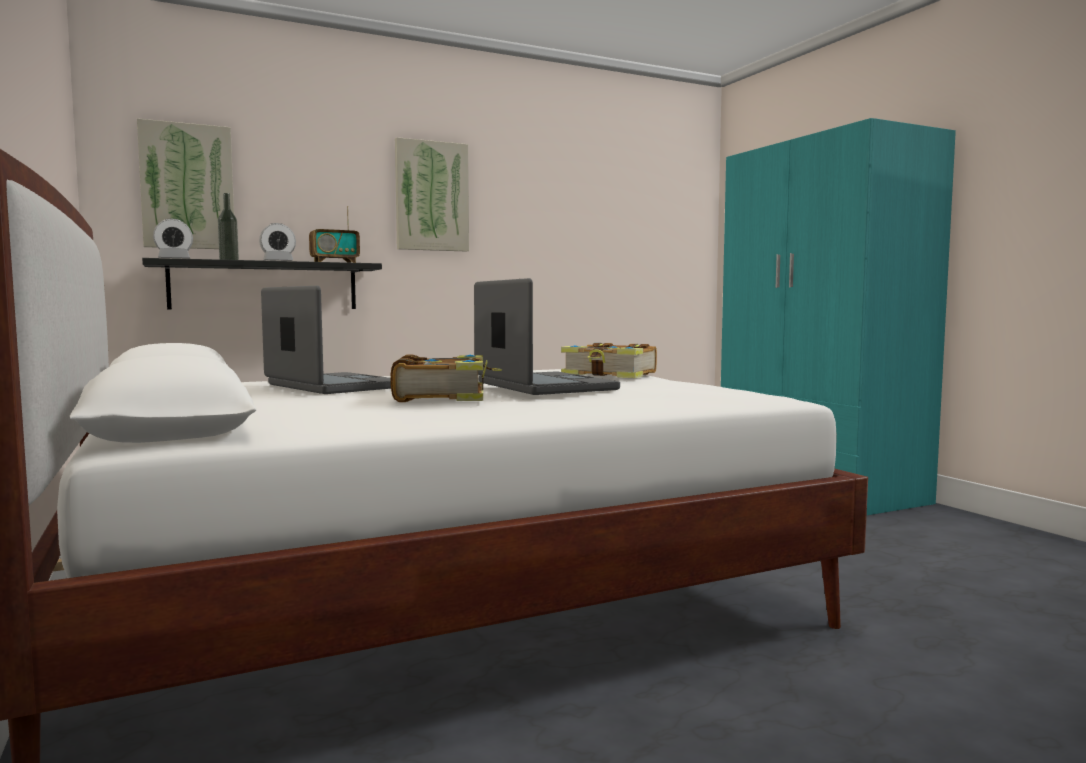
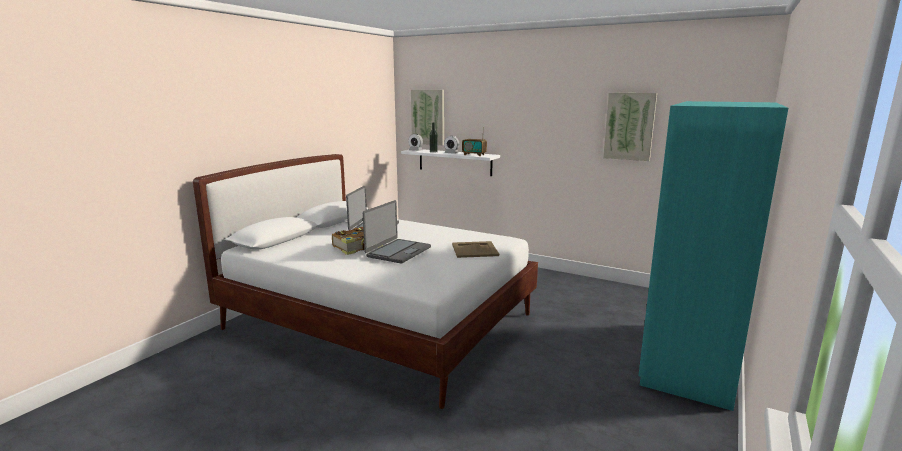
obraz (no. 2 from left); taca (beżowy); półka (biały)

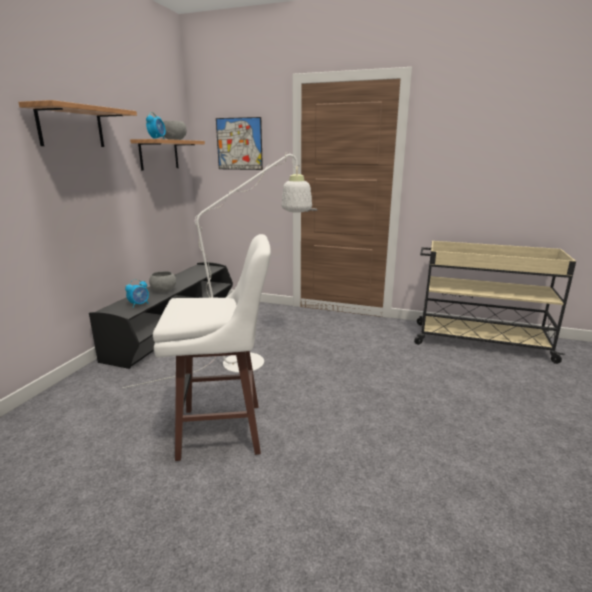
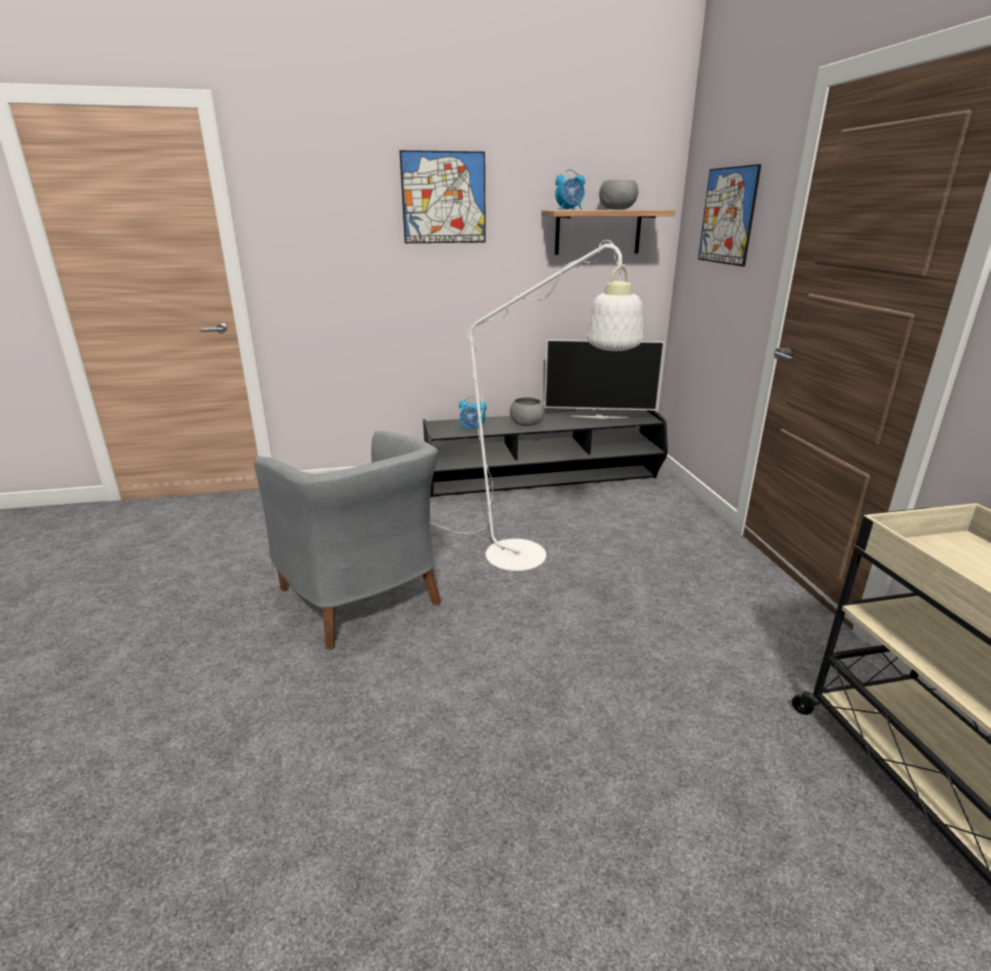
telewizor; obraz (no. 1 from left); fotel (szary)

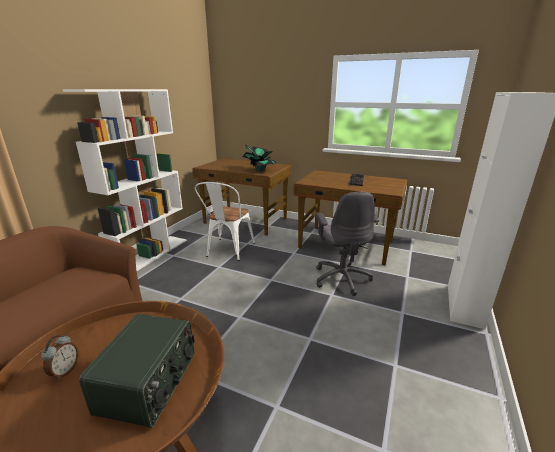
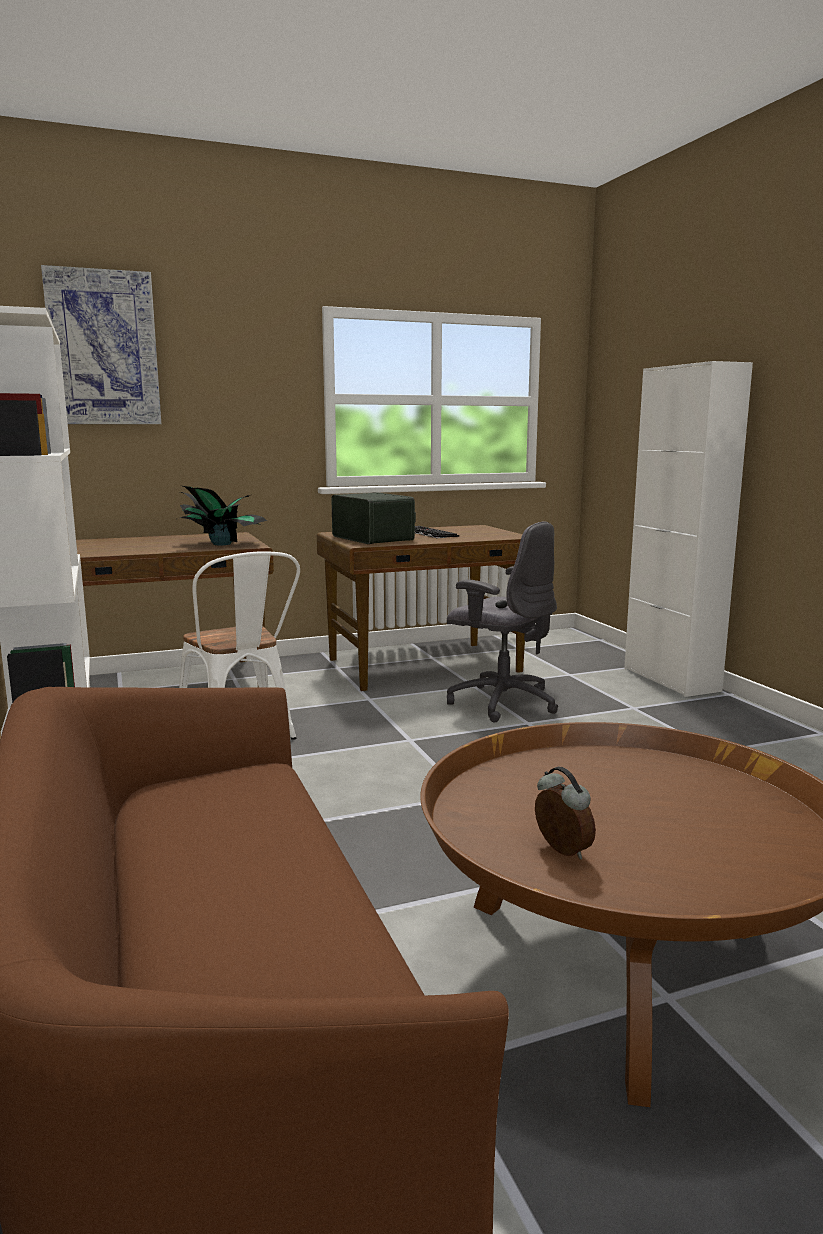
obraz; radio

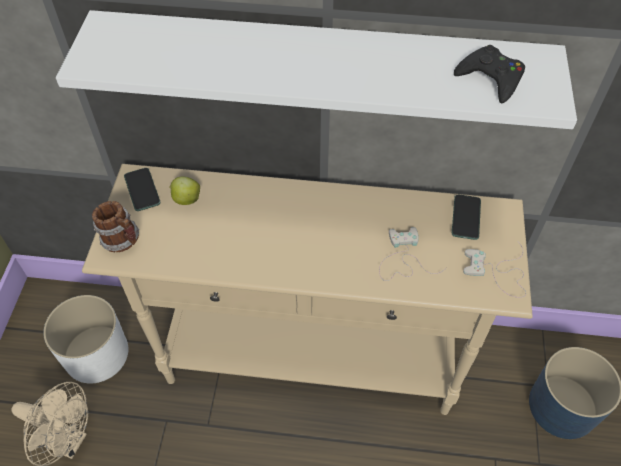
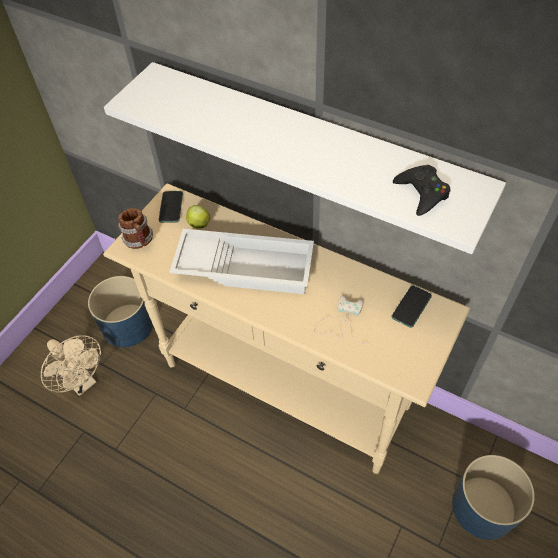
pad do gier (biały) (no. 2 from left in the first image); taca (biały); donica (niebieski) (no. 1 from left)

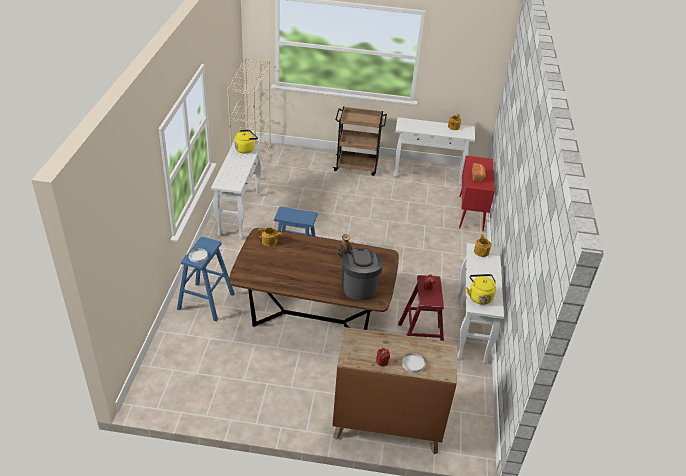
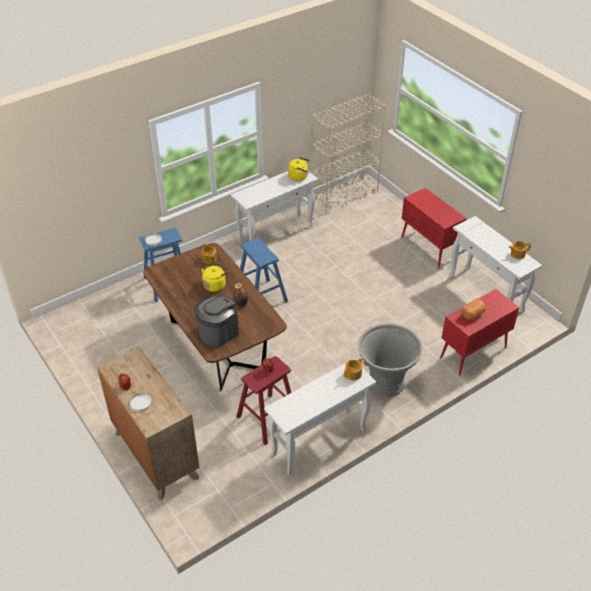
donica (szary); czajnik (żółty) (no. 1 from left); szafka (czerwony) (no. 1 from left)

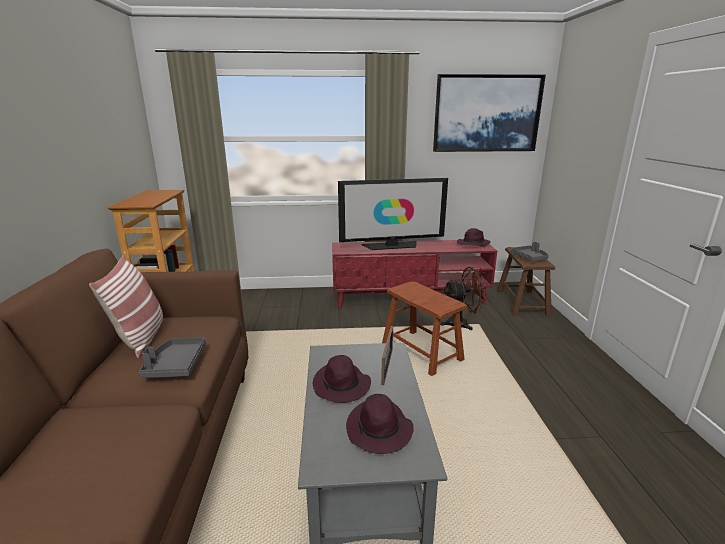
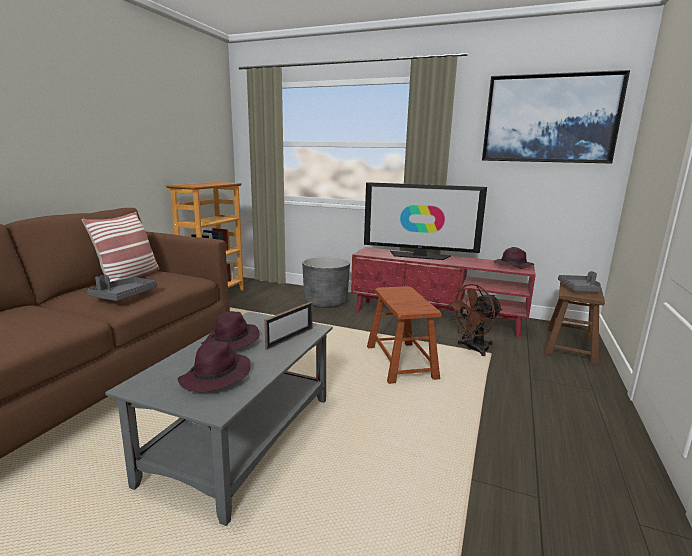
donica (szary); wentylator (brązowy)

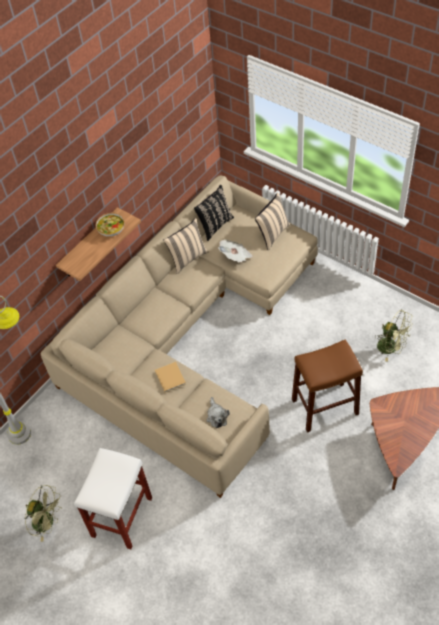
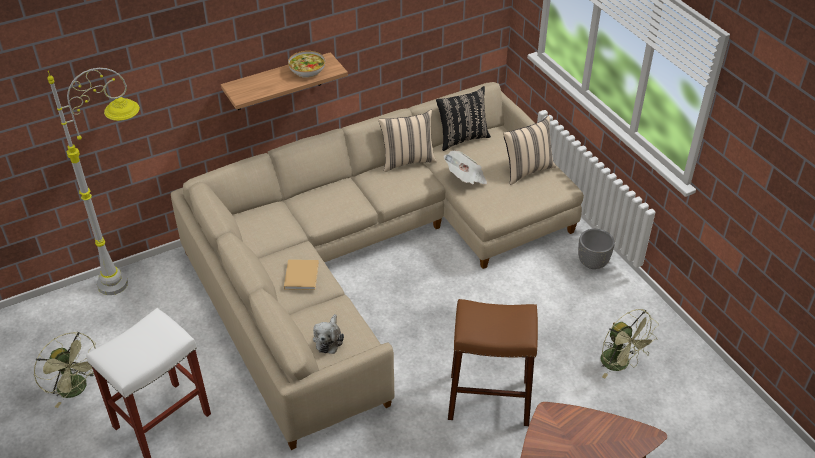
donica (szary)

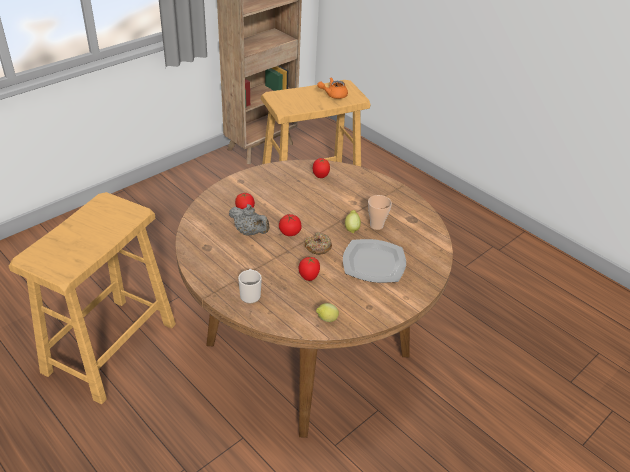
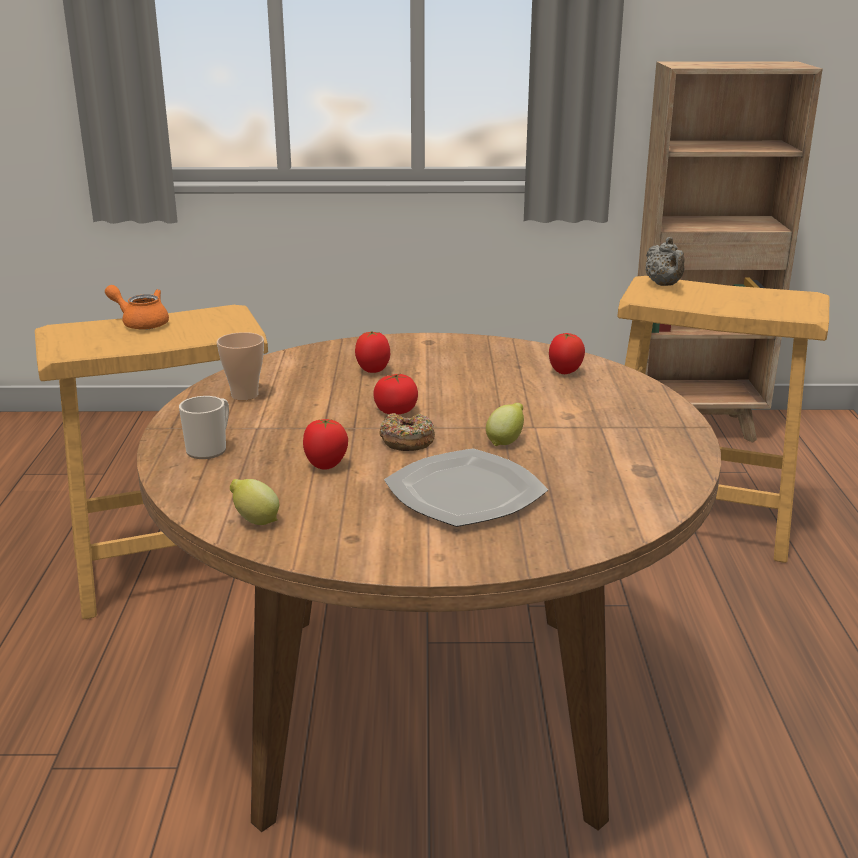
imbryk (szary); imbryk (pomarańczowy); filiżanka

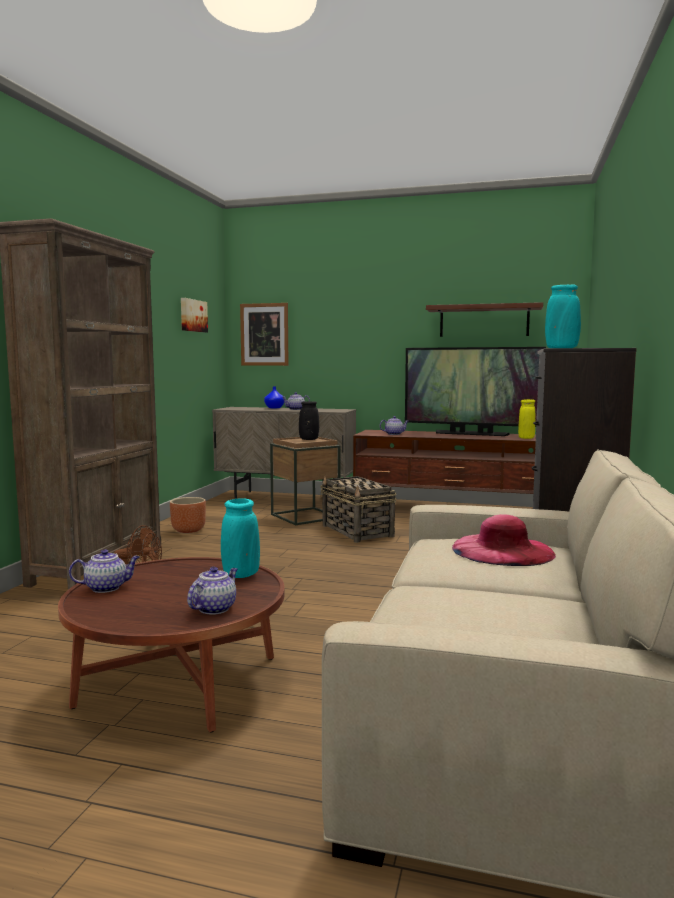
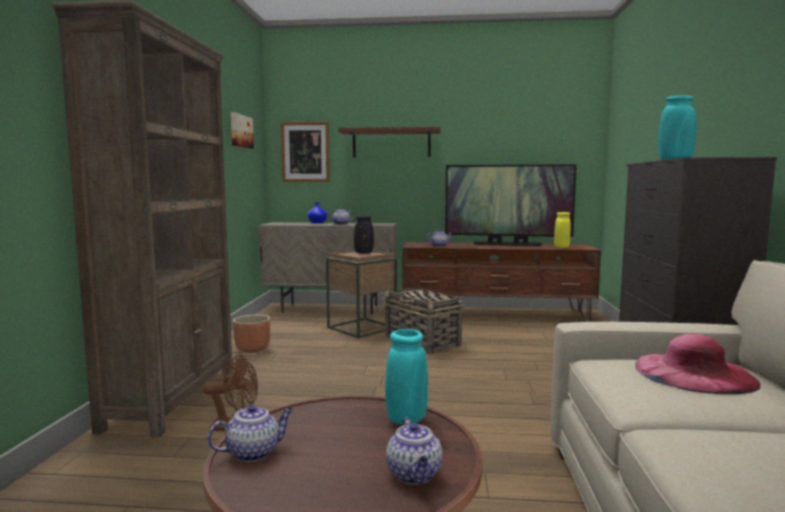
półka (brązowy); imbryk (no. 3 from left)

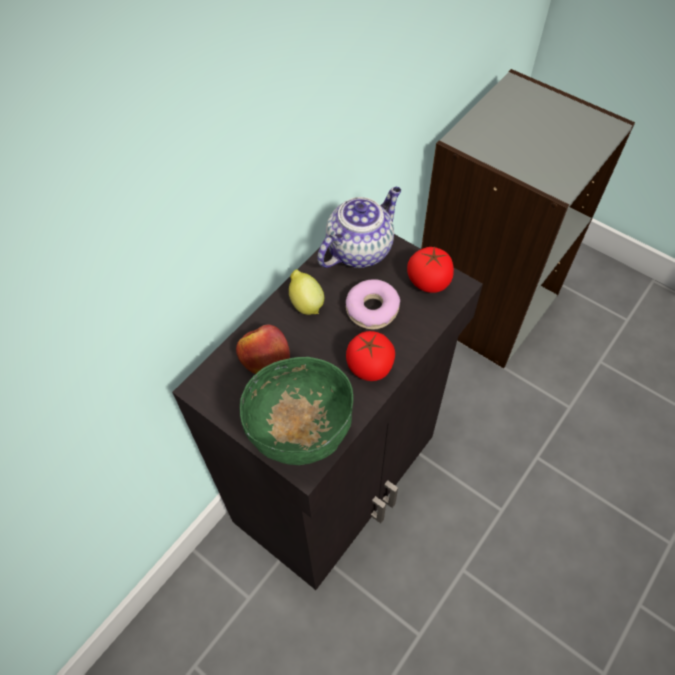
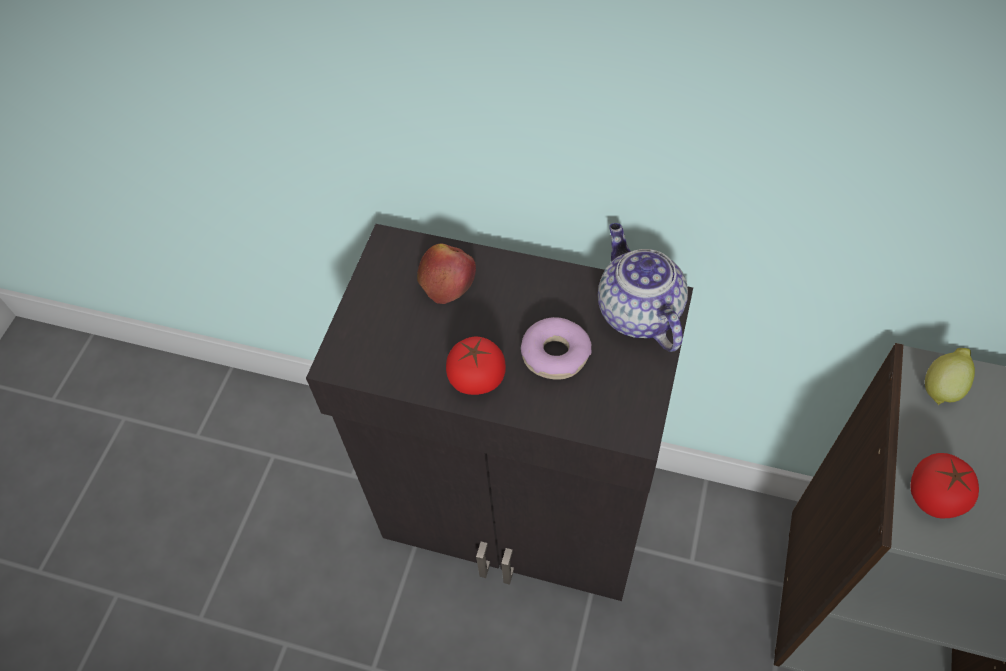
miska (zielony); cytryna; pomidor (no. 2 from left); imbryk

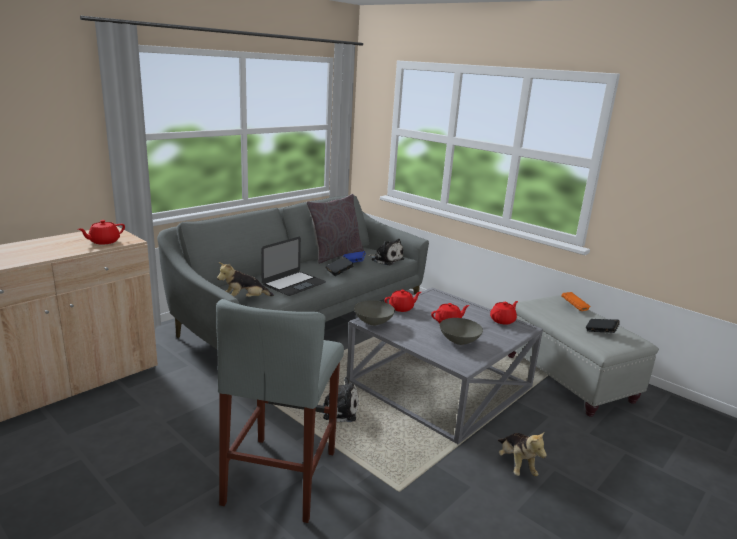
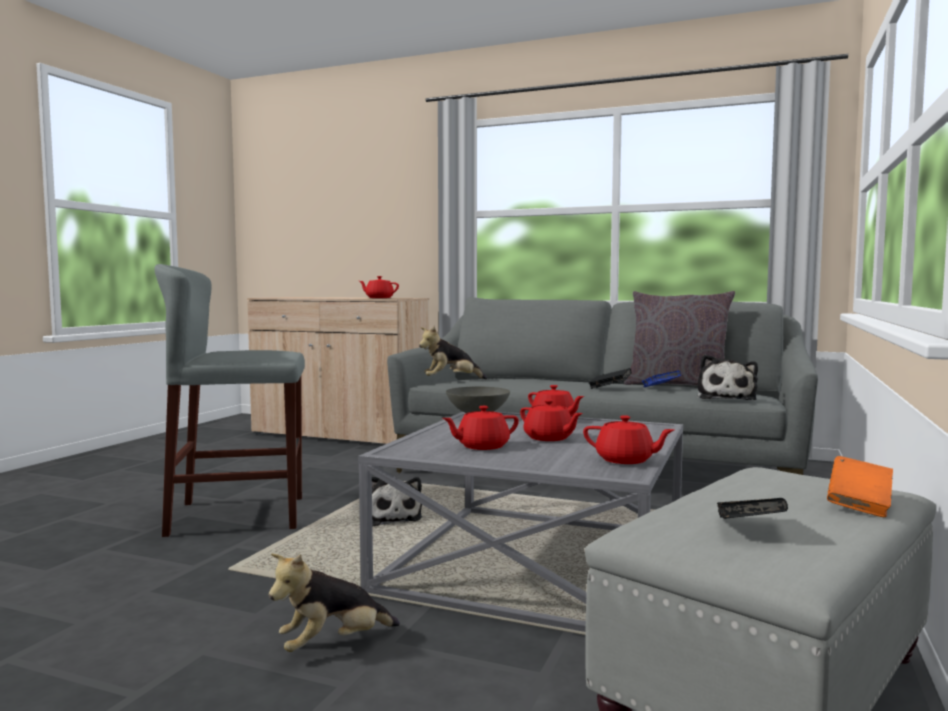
laptop; imbryk (czerwony) (no. 2 from left); pluszak (no. 3 from left)

